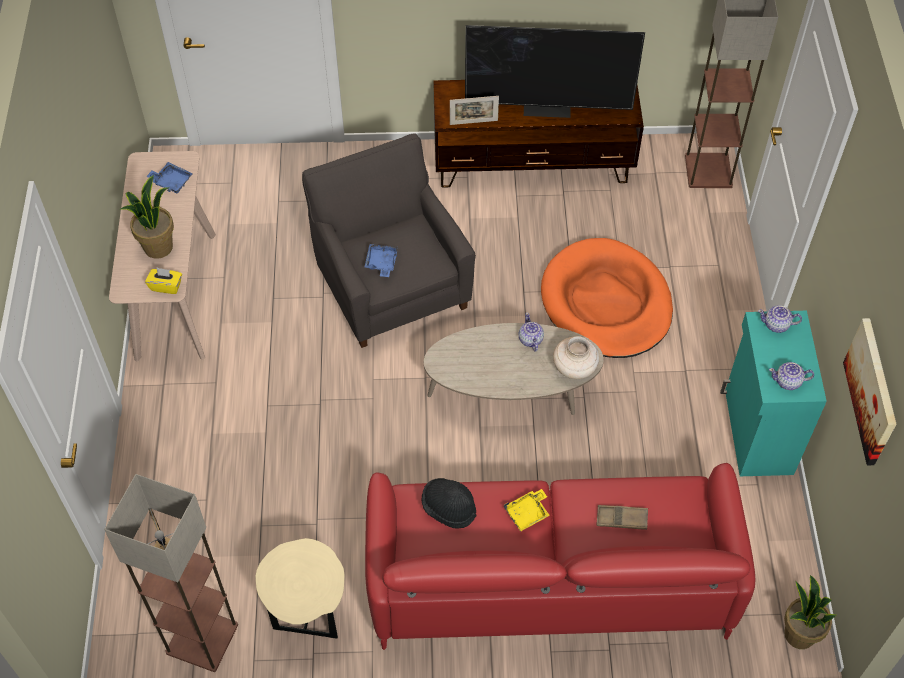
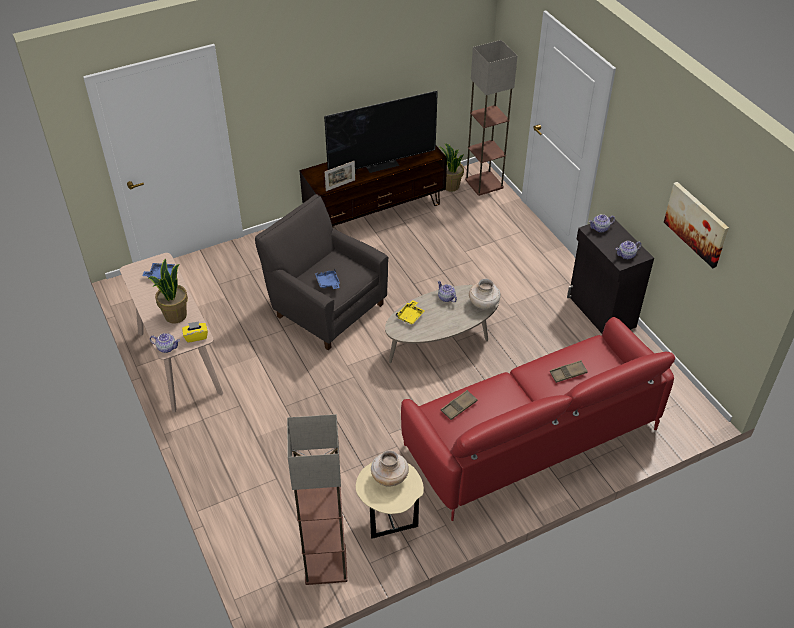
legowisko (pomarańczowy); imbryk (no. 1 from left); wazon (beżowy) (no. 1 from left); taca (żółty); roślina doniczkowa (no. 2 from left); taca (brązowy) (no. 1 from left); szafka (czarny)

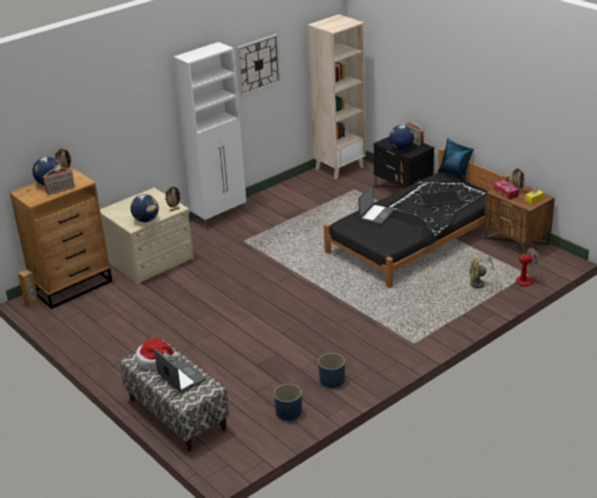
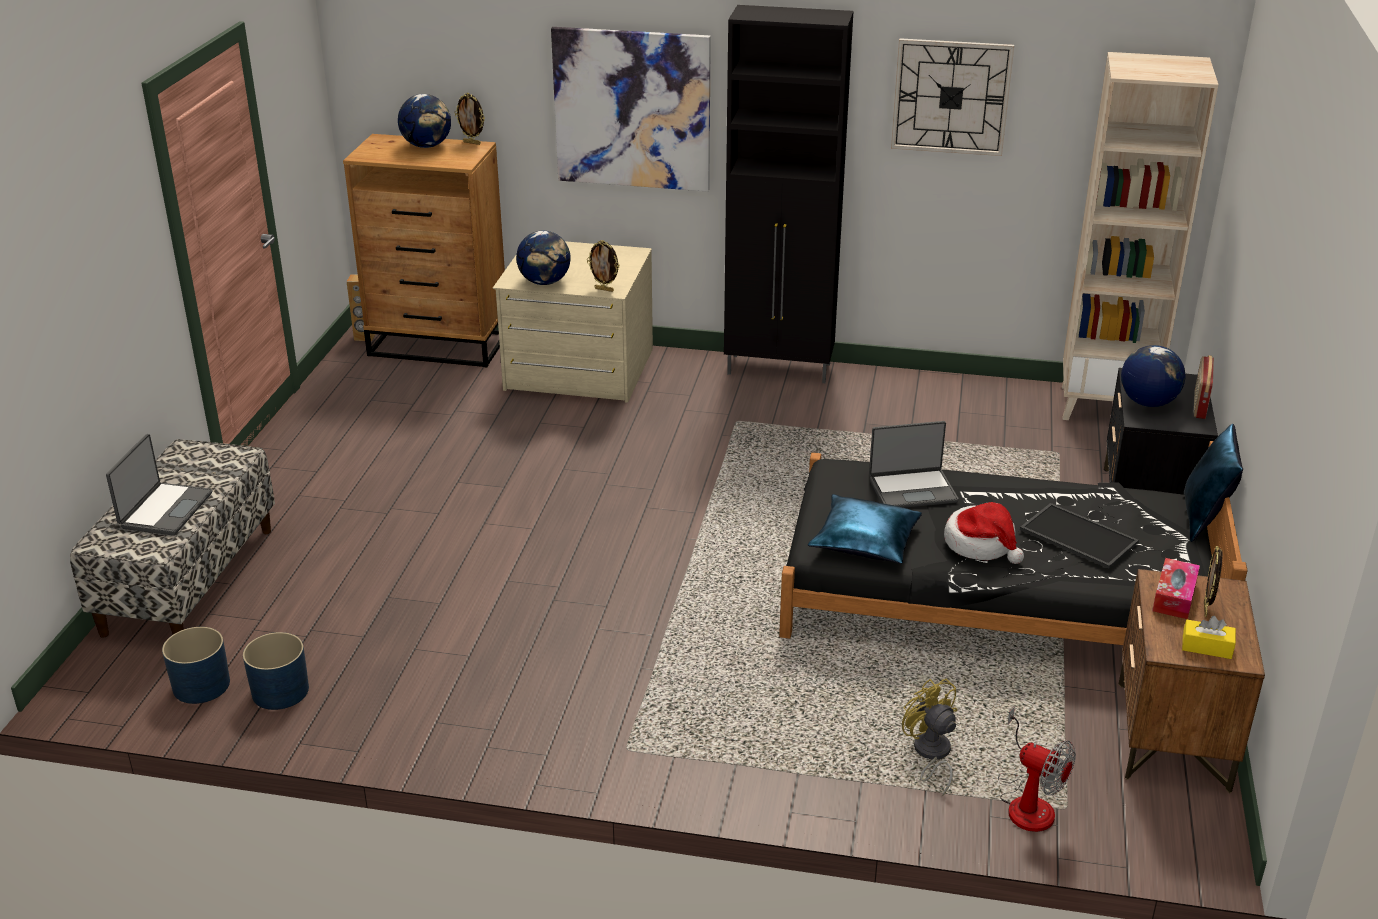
radio (no. 1 from left in the first image); obraz; poduszka (niebieski) (no. 1 from left); kapelusz; donica (niebieski) (no. 1 from left); szafka (czarny)

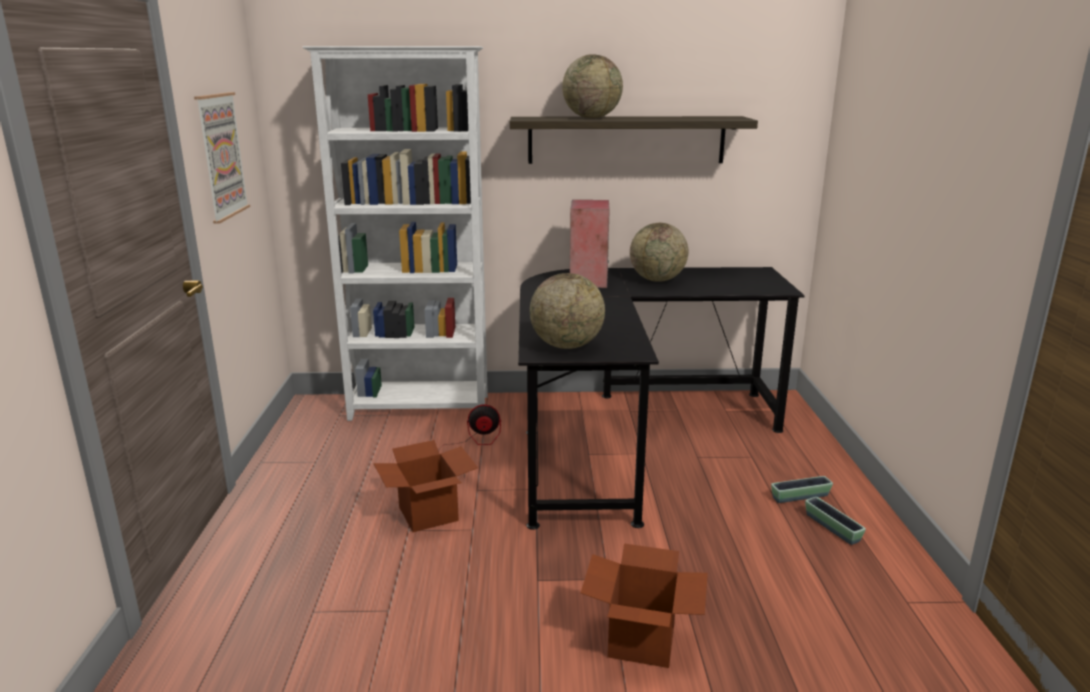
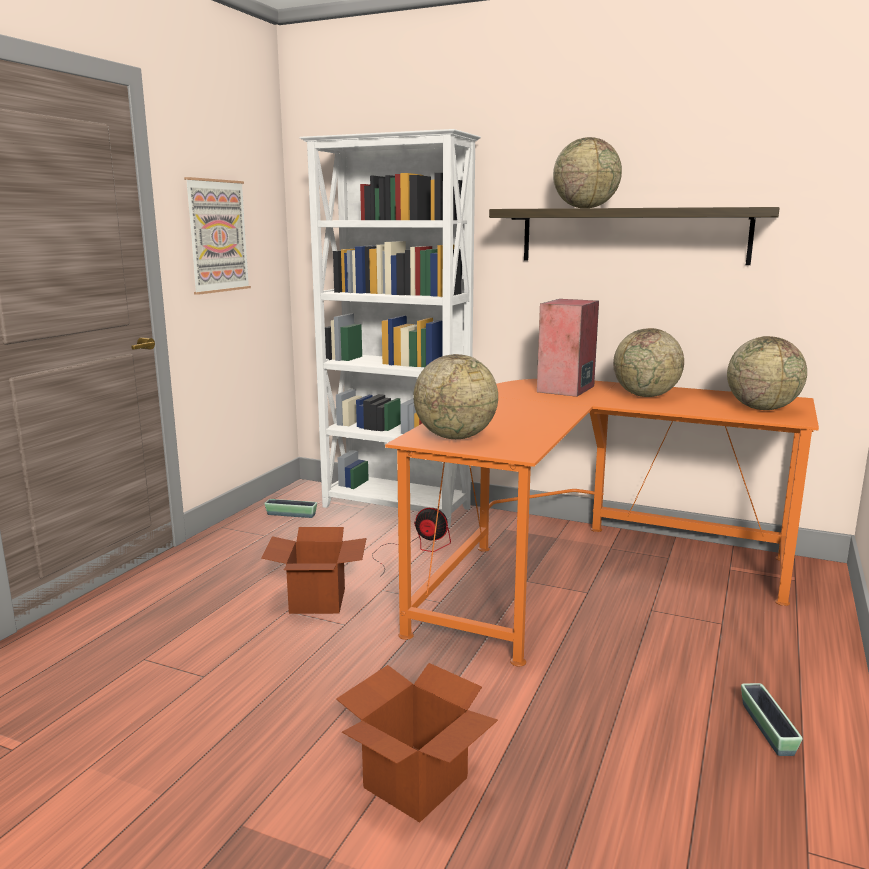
globus (no. 4 from left); donica (no. 1 from left); biurko (pomarańczowy)

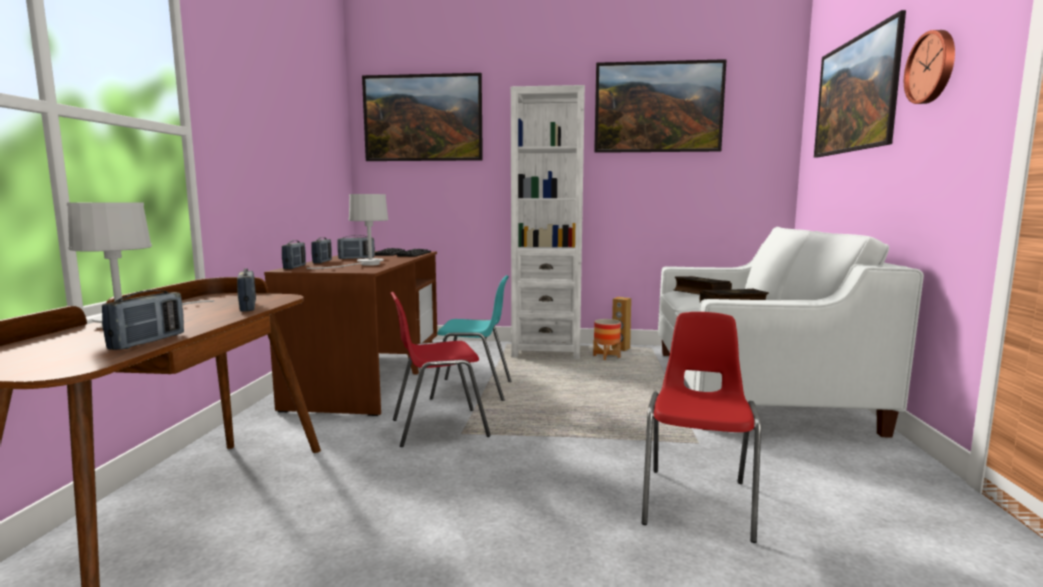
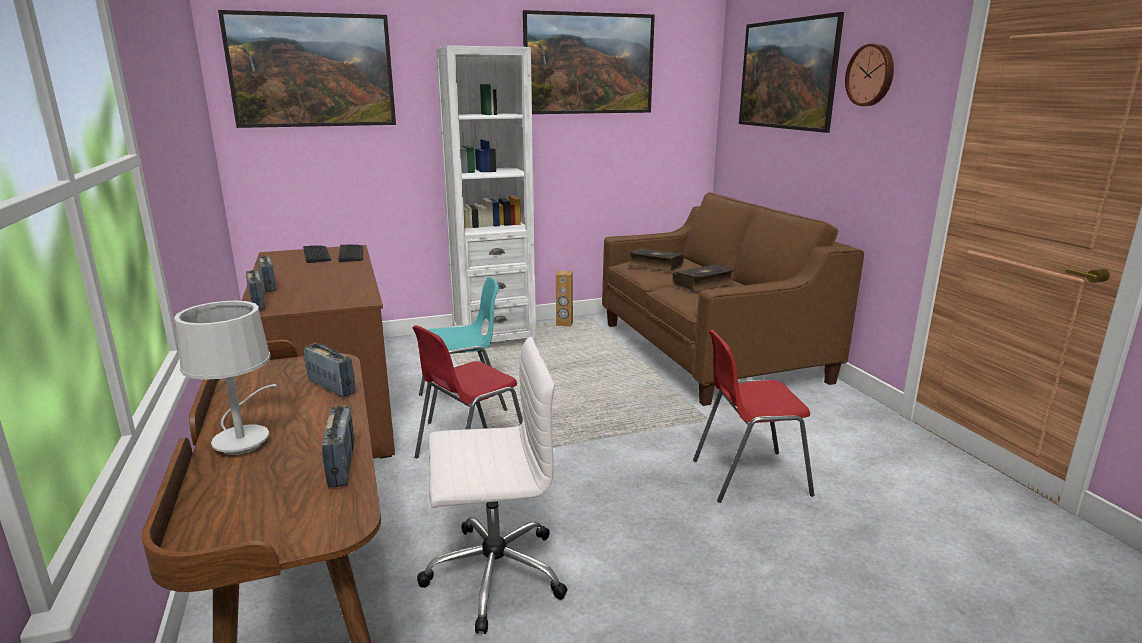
lampa stołowa (biały) (no. 2 from left in the first image); radio (no. 5 from left in the first image); donica; krzesło biurowe (biały); kanapa (brązowy); krzesło (czerwony) (no. 2 from left)

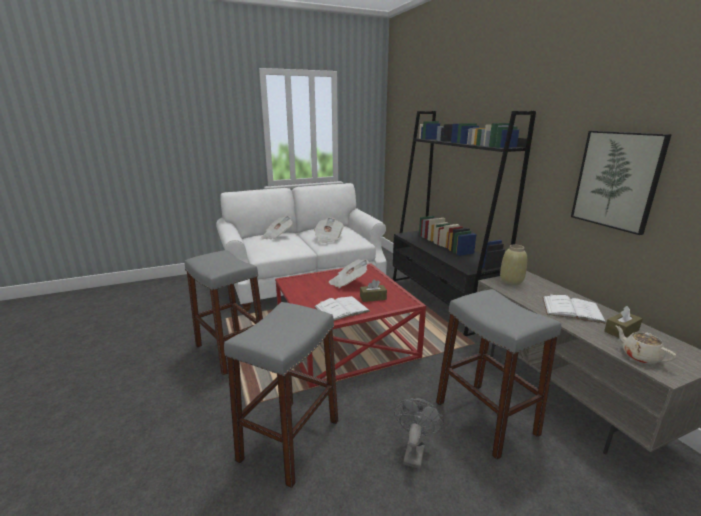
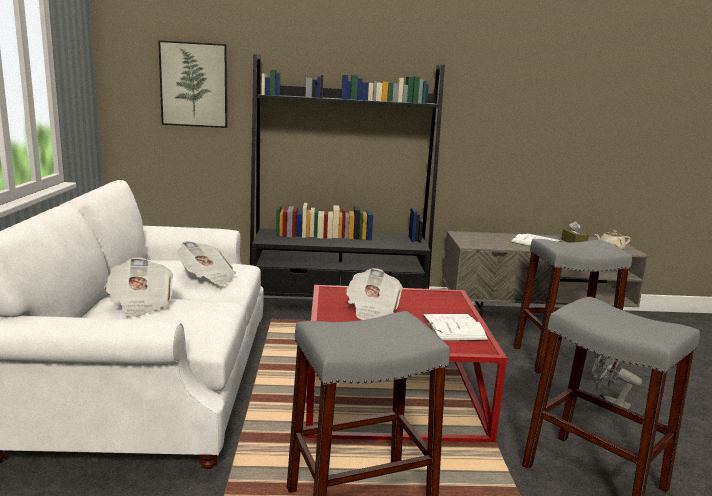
pudełko chusteczek (brązowy) (no. 1 from left in the first image); wazon (beżowy); obraz

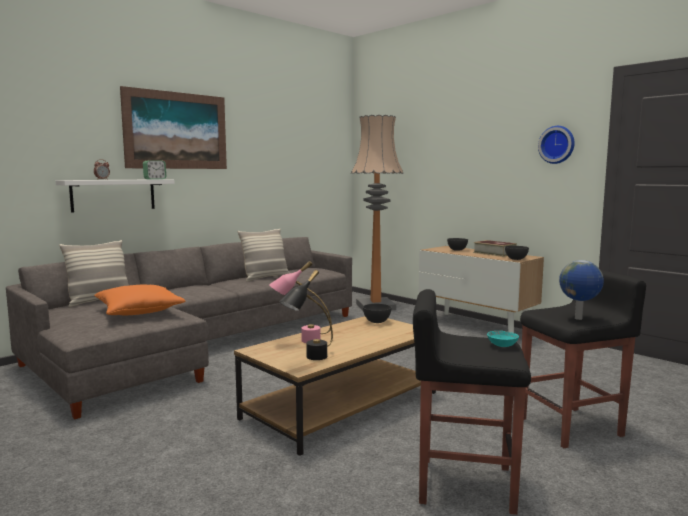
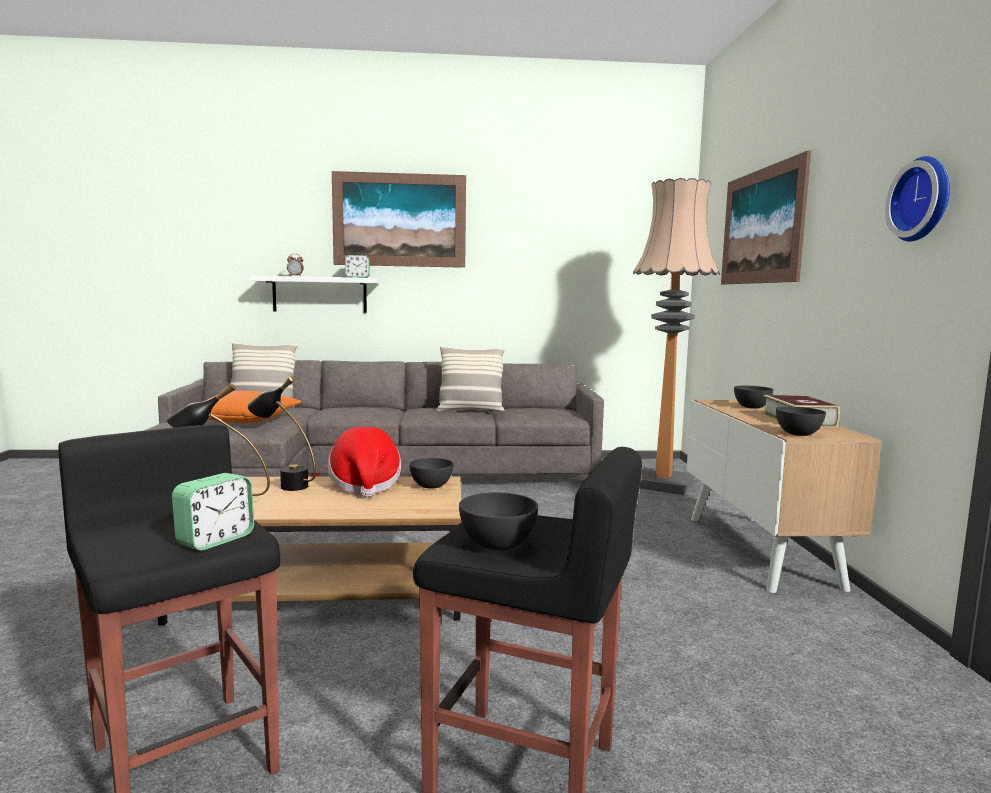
kapelusz; obraz (no. 2 from left); budzik (no. 1 from left); miska (szary) (no. 2 from left); lampa stołowa (czarny) (no. 2 from left)

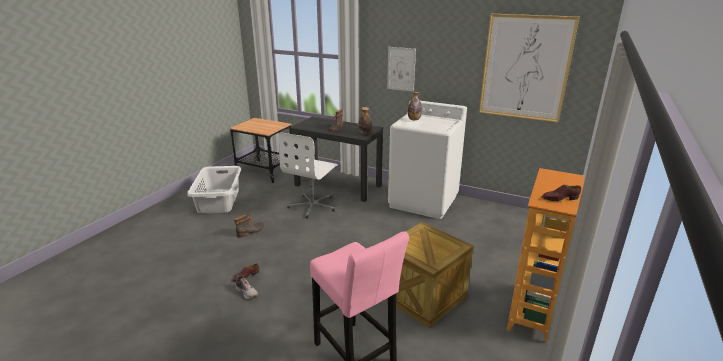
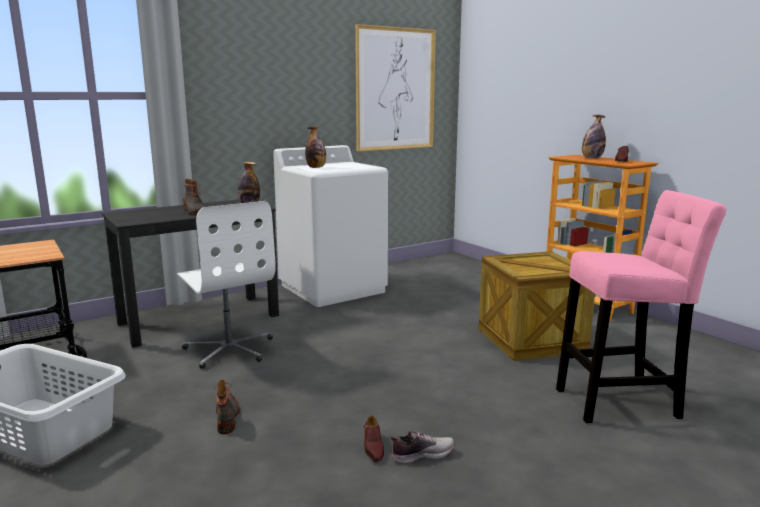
obraz (no. 1 from left in the first image); butelka (no. 3 from left)

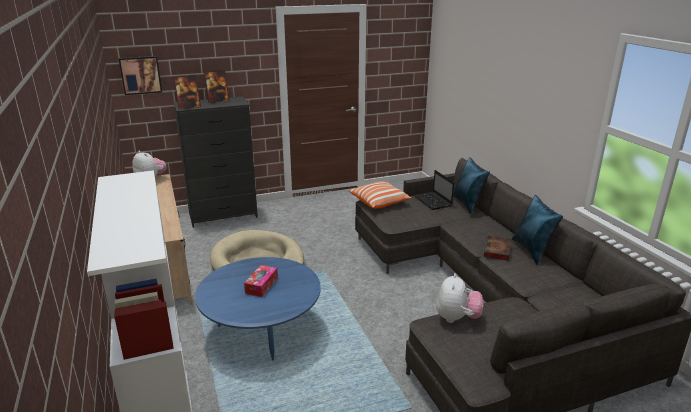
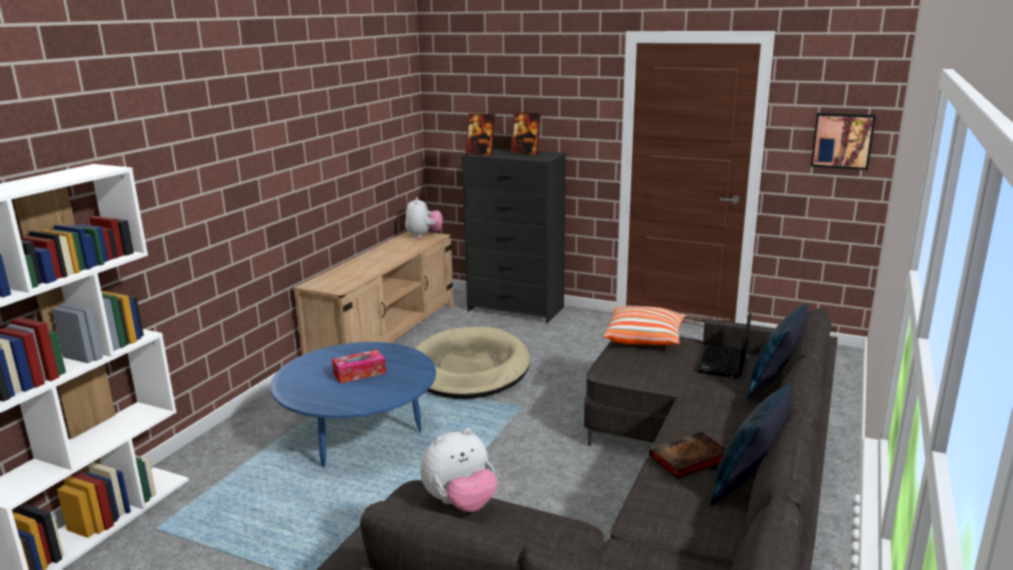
obraz

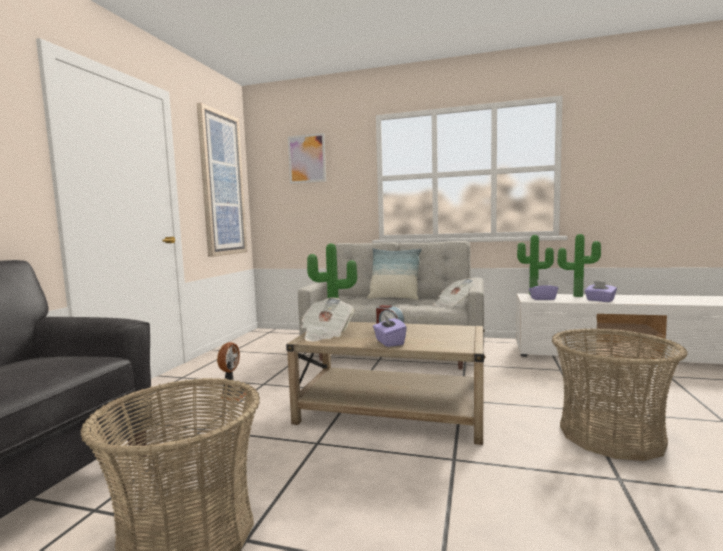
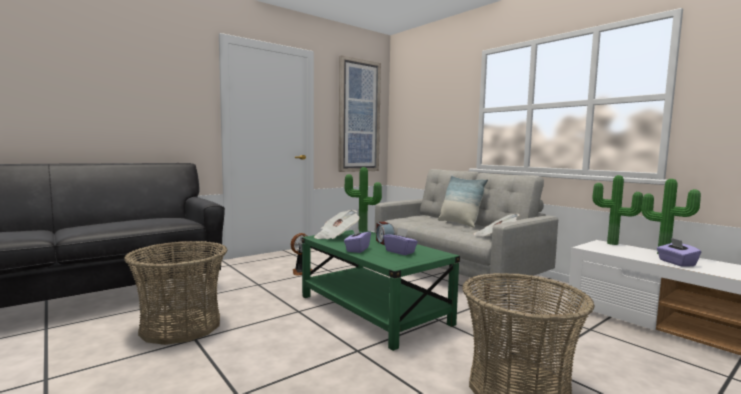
obraz (no. 2 from left in the first image); pudełko chusteczek (fioletowy) (no. 2 from left); ława (zielony)

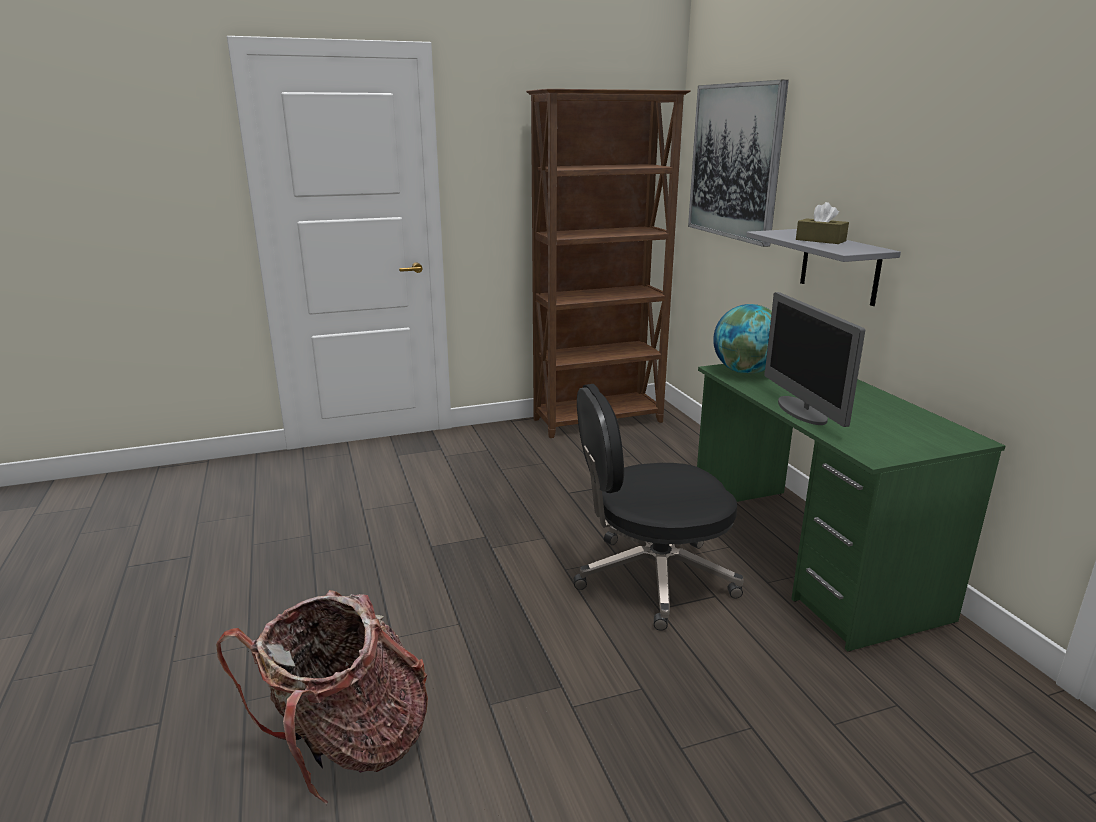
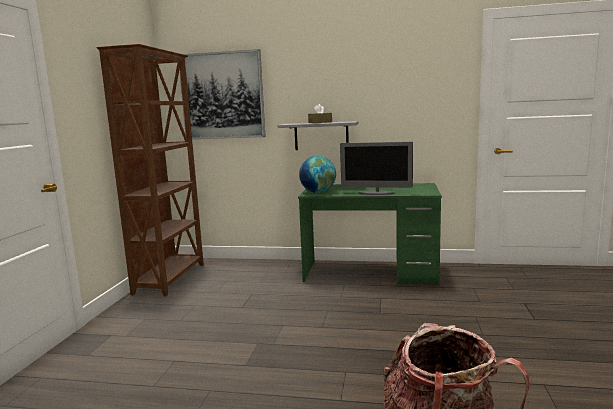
krzesło biurowe (czarny)

